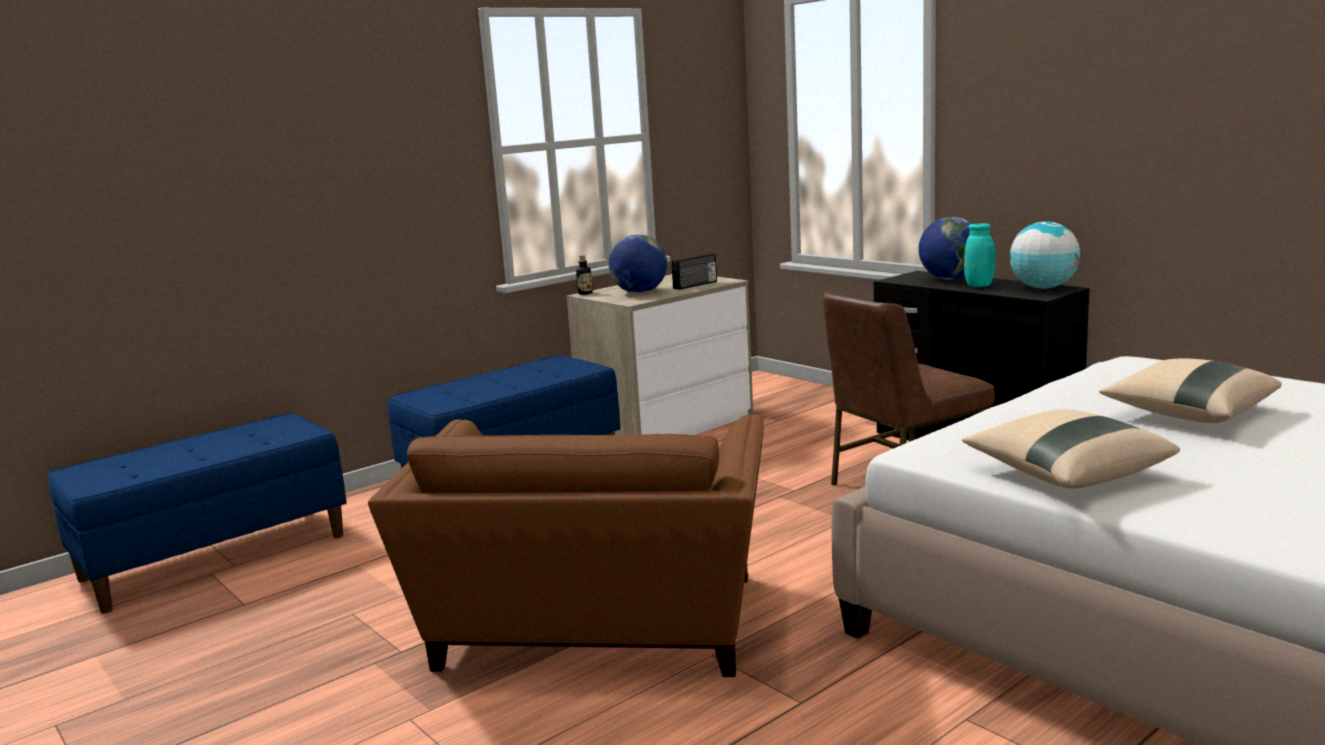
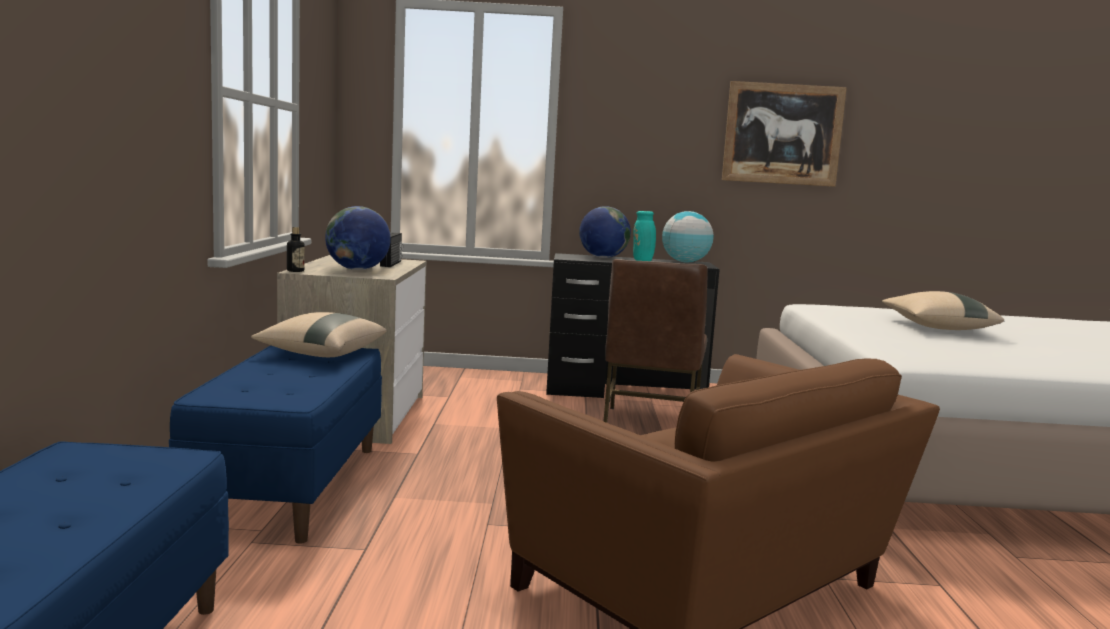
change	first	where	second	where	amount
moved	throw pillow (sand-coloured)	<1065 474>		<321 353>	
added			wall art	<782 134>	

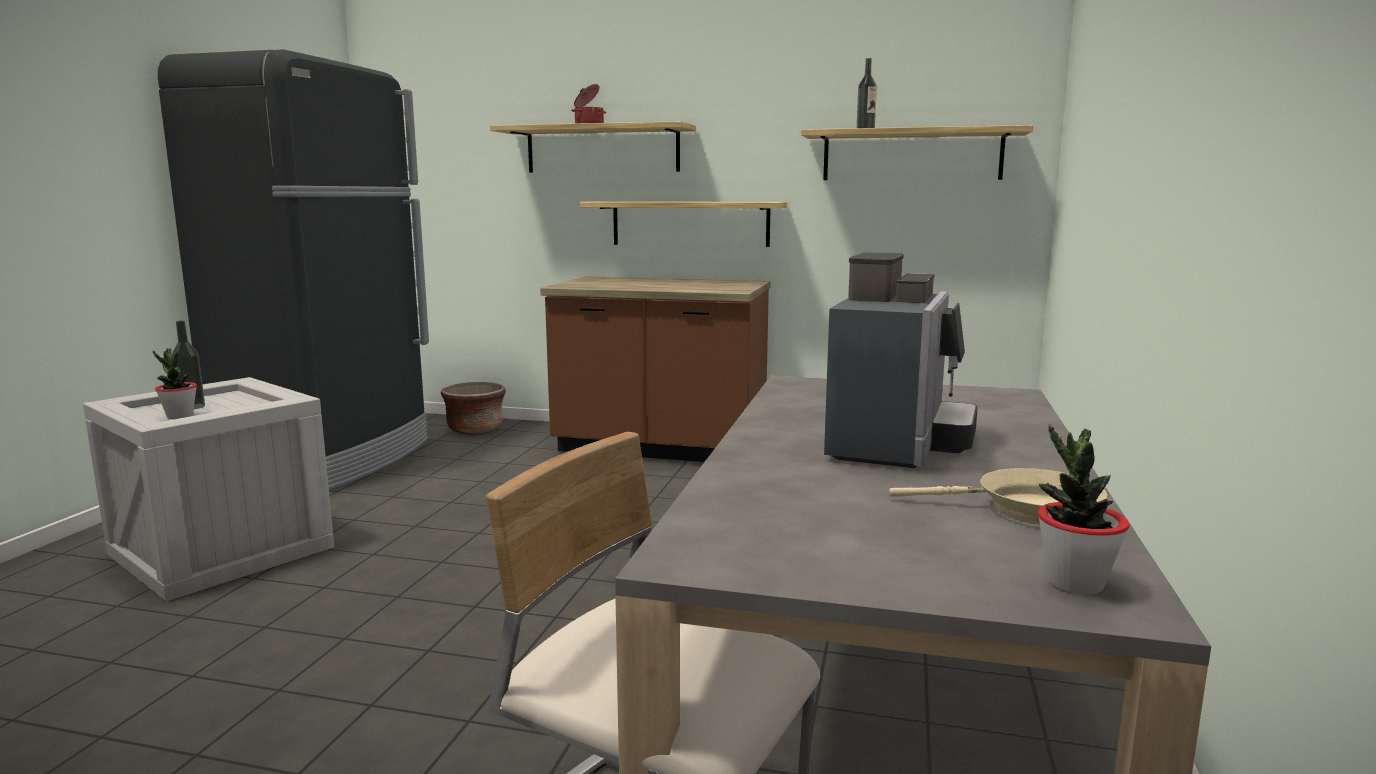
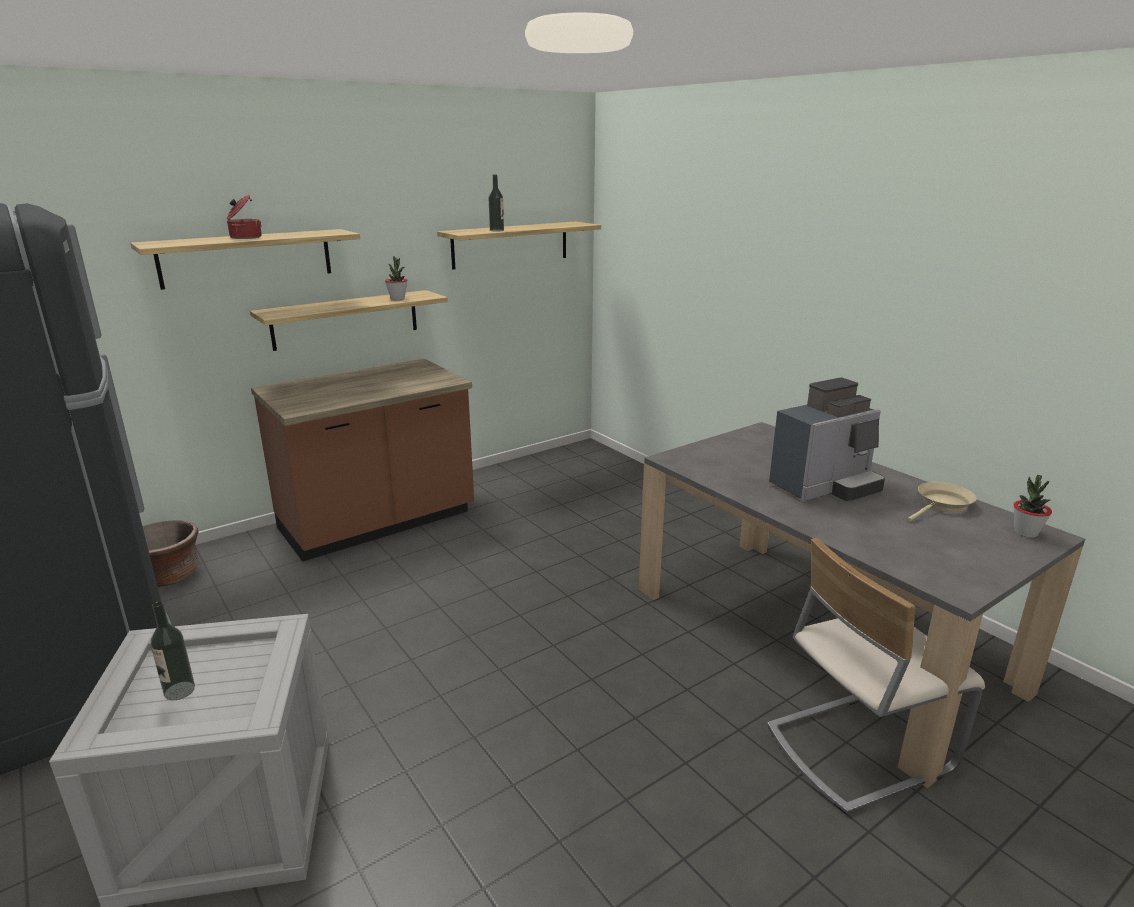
change	first	where	second	where	amount
turned	coffee maker	<897 443>		<825 487>	90 degrees clockwise
moved	houseplant	<180 416>		<397 299>	

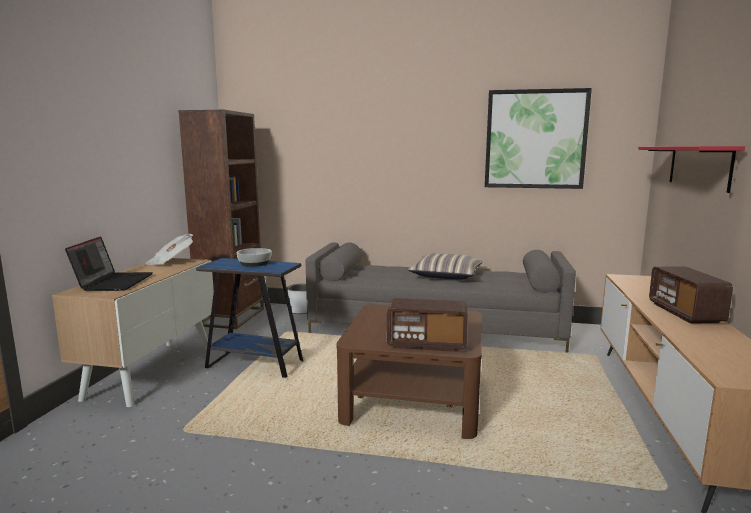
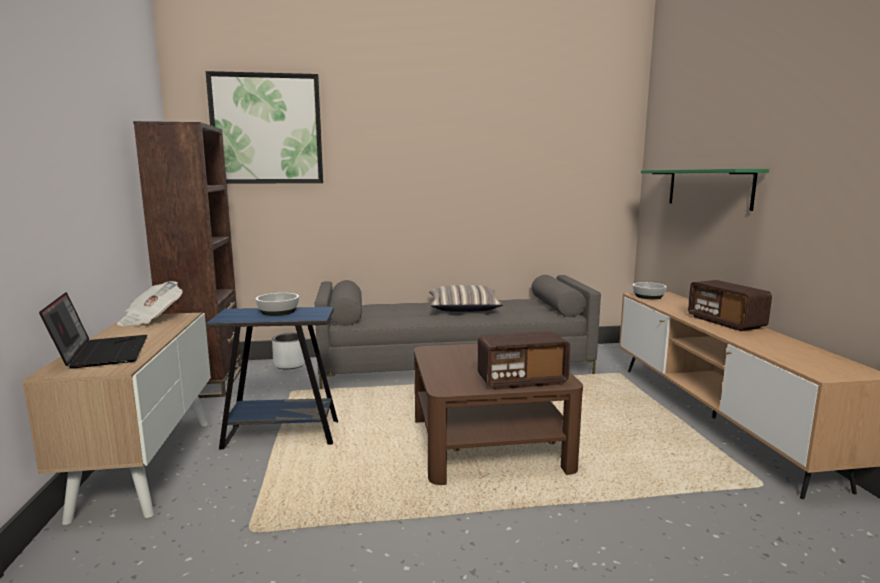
change	first	where	second	where	amount
moved	wall art	<535 139>		<267 129>	
recoloured	bracket shelf (red)	<698 166>	bracket shelf (green)	<708 188>	
added			bowl	<648 296>	

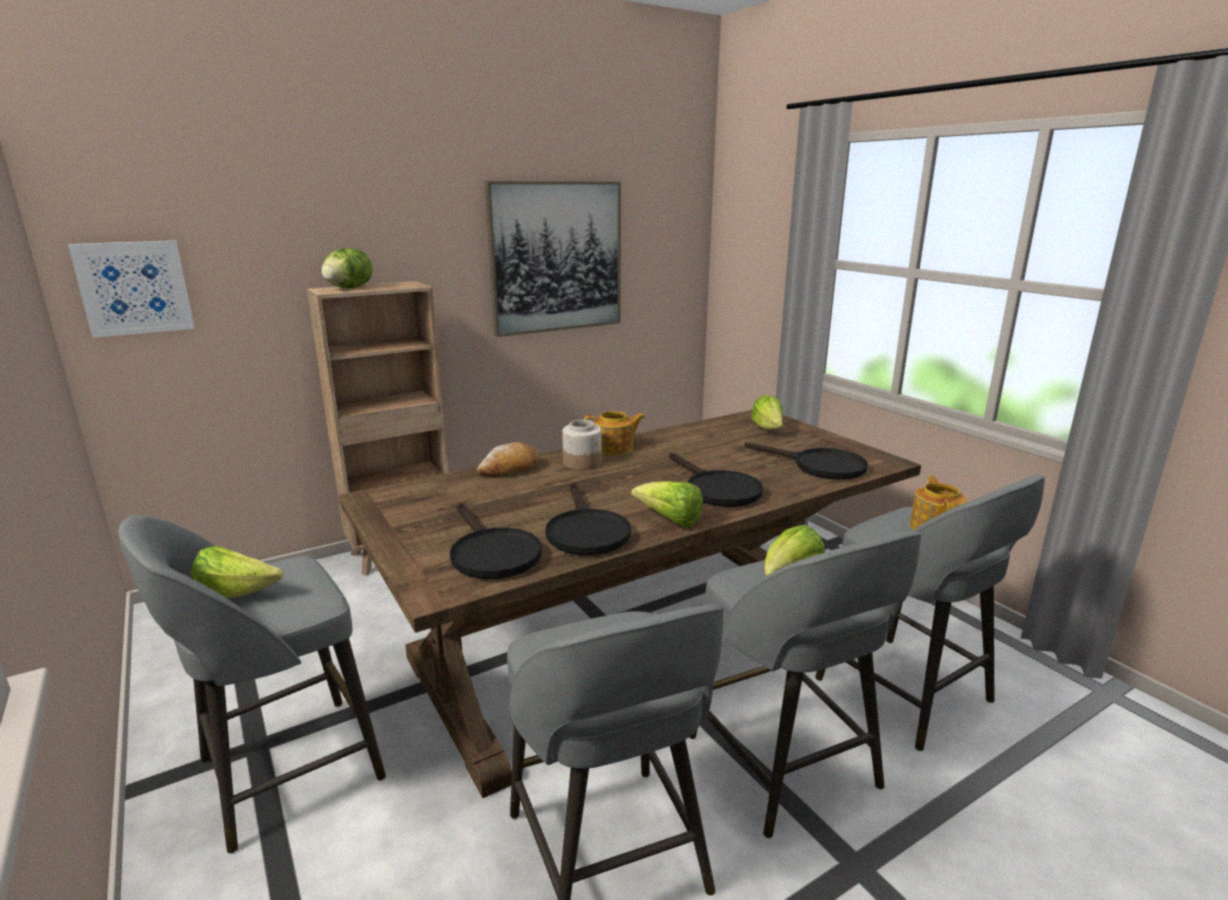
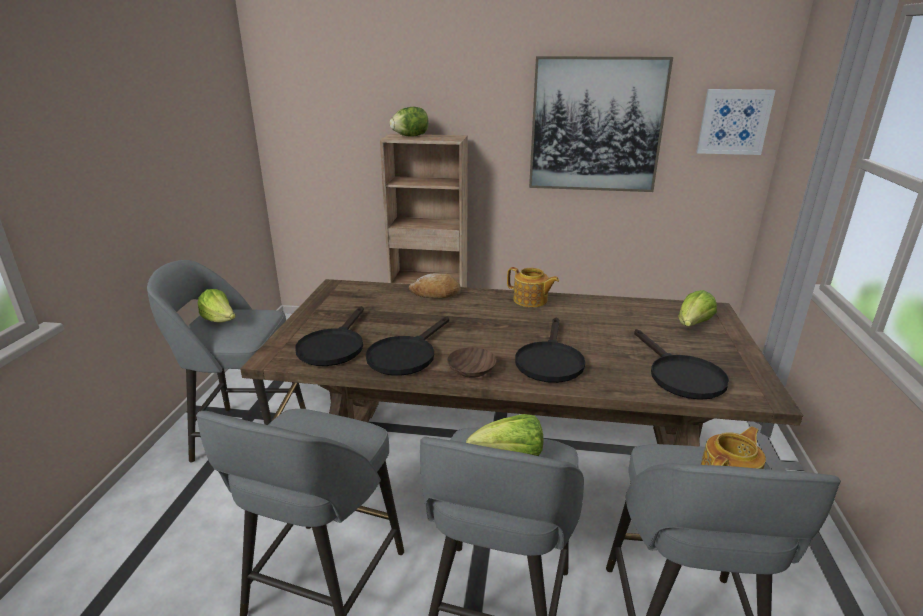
change	first	where	second	where	amount
moved	wall art	<134 288>		<733 122>	
removed	jar	<583 463>			
replaced	lettuce	<670 521>	bowl (brown)	<471 371>	

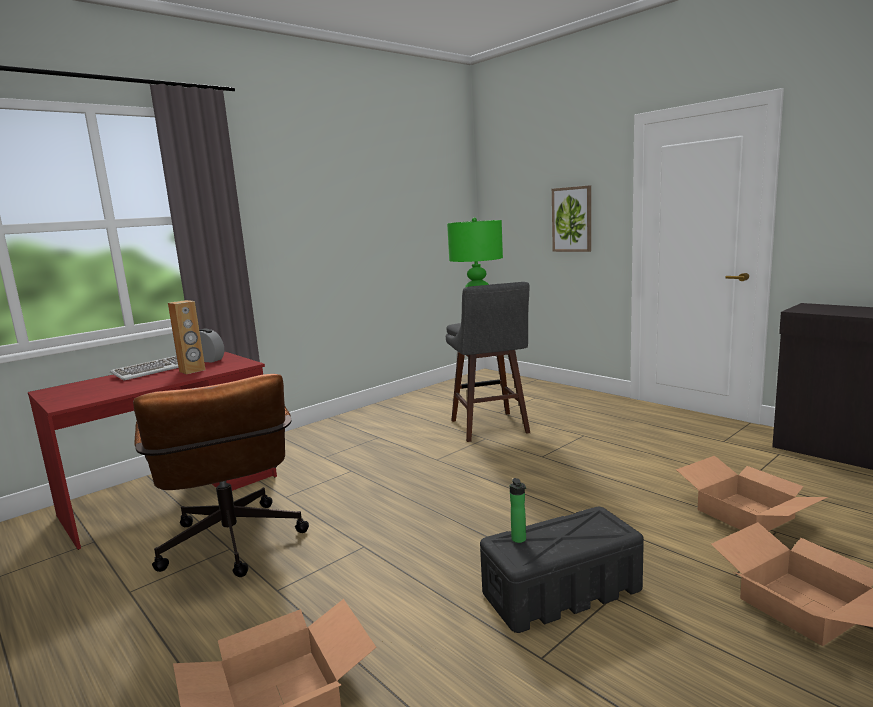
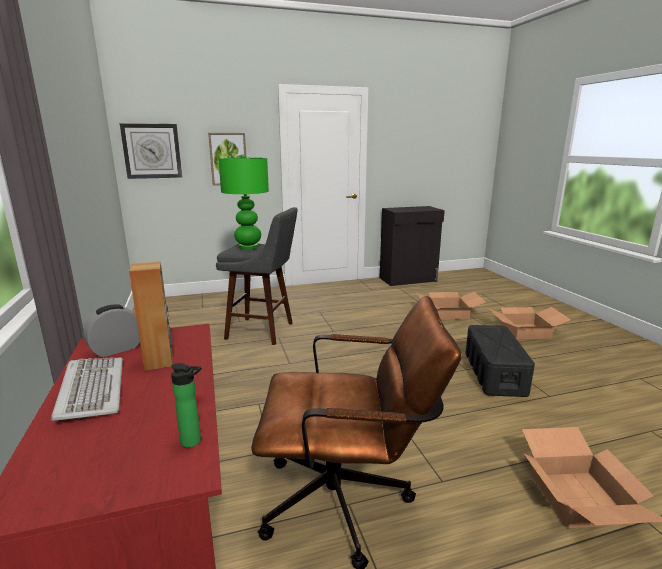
change	first	where	second	where	amount
moved	beverage bottle	<519 540>		<193 442>	
added			clock on the wall	<152 151>	

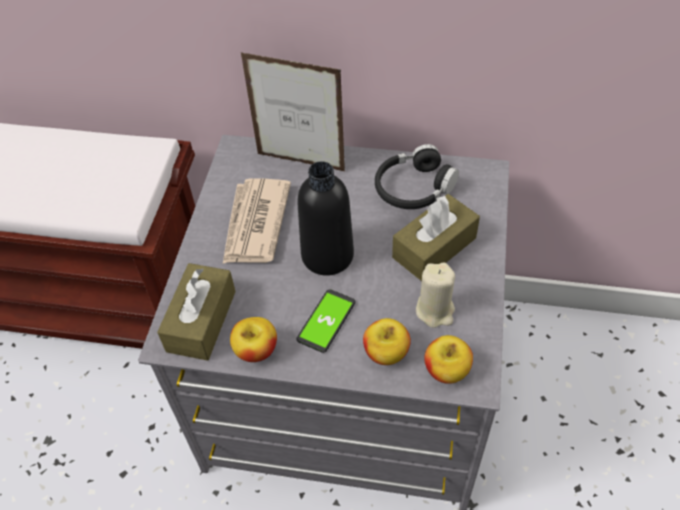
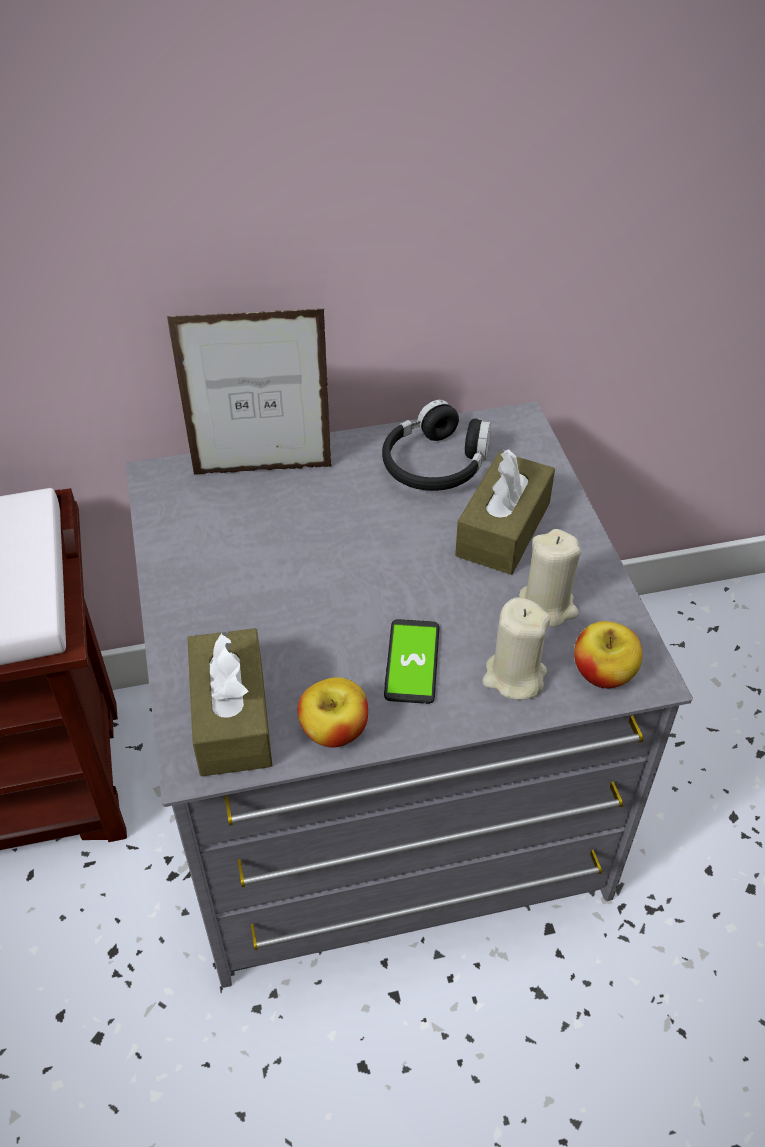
change	first	where	second	where	amount
removed	beverage bottle (black)	<327 255>			
removed	newspaper	<255 224>			
replaced	whole apple	<386 353>	candle (sand-coloured)	<514 677>	

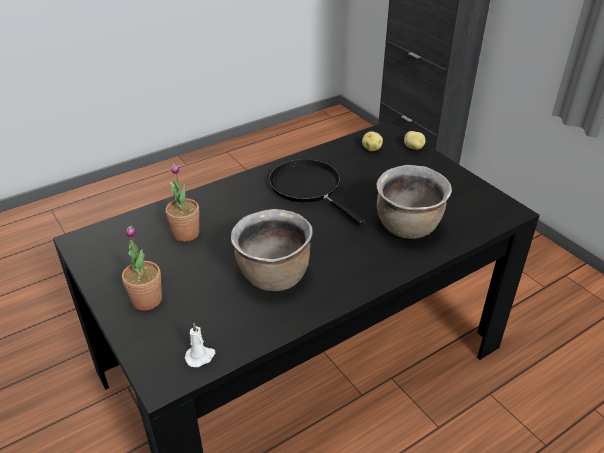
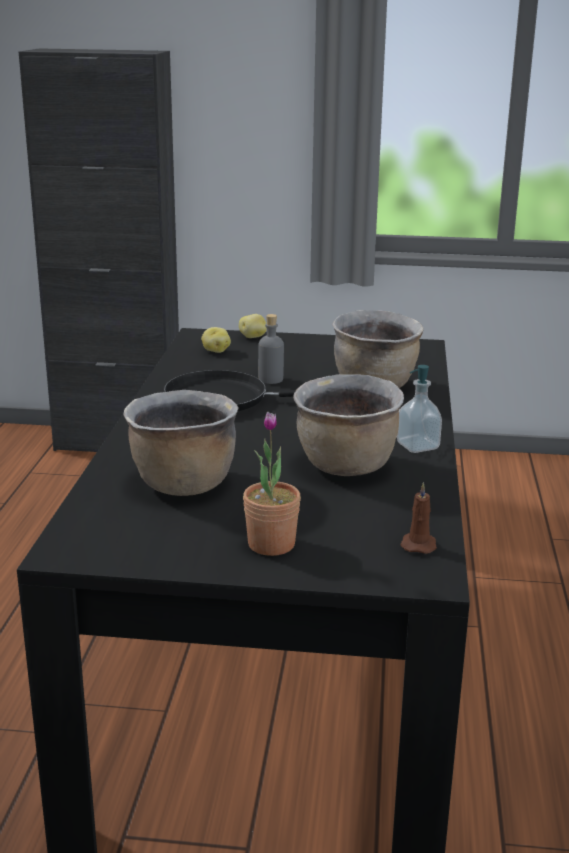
change	first	where	second	where	amount
replaced	houseplant	<186 233>	cooking pot (brown)	<182 484>	
recoloured	candle (white)	<200 356>	candle (brown)	<418 544>	
added			beverage bottle (gray)	<270 379>	
added			soap bottle	<417 446>	

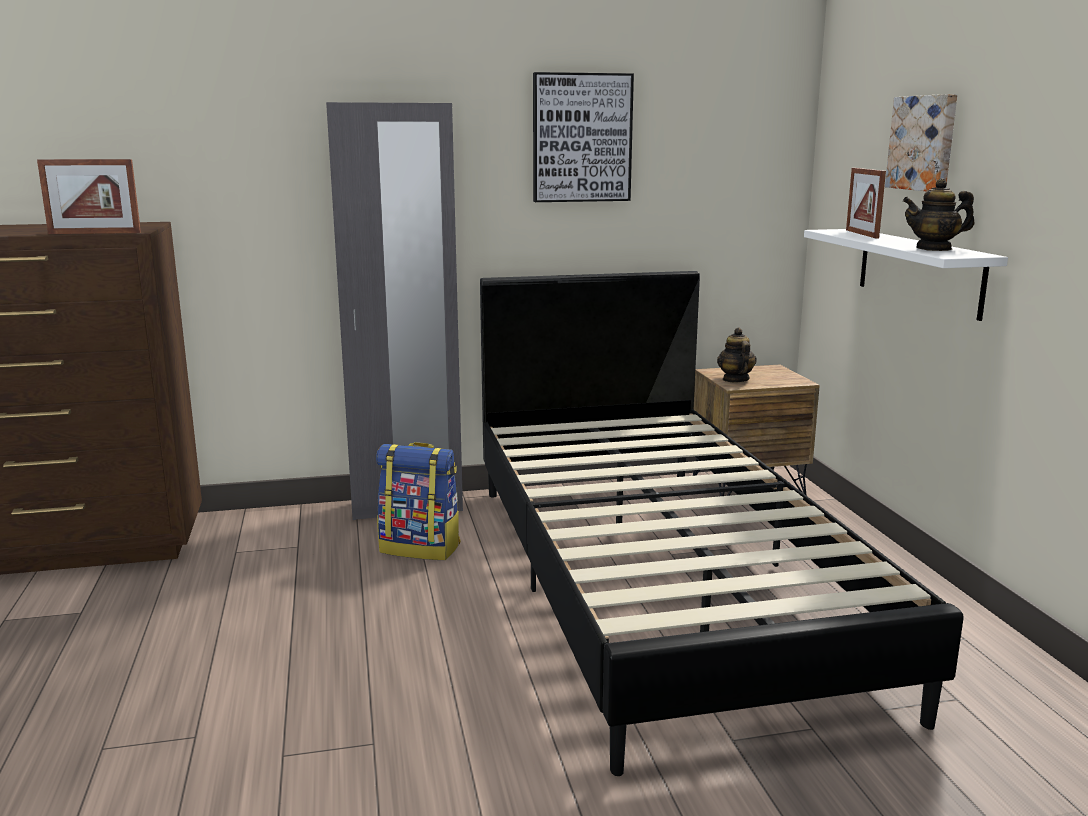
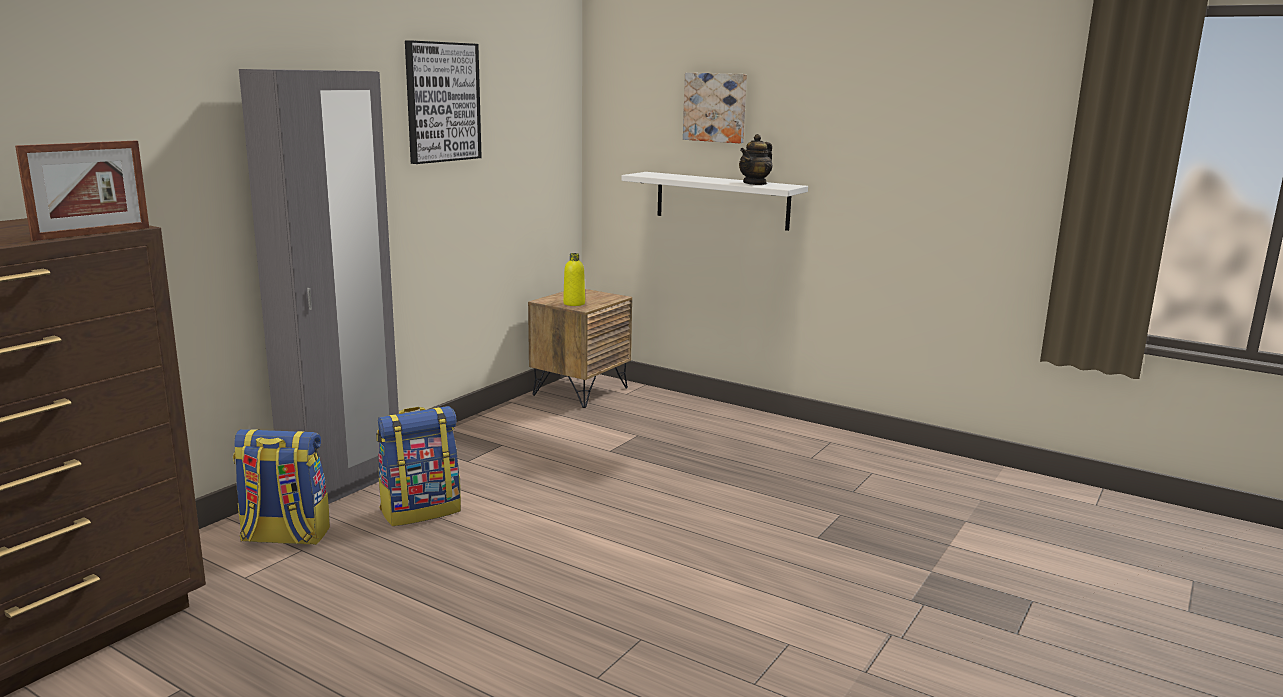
change	first	where	second	where	amount
removed	standing frame	<861 234>			
removed	bed (black)	<658 581>			
replaced	tea pot	<735 379>	beverage bottle (yellow)	<574 303>	
added			knapsack	<284 537>	

